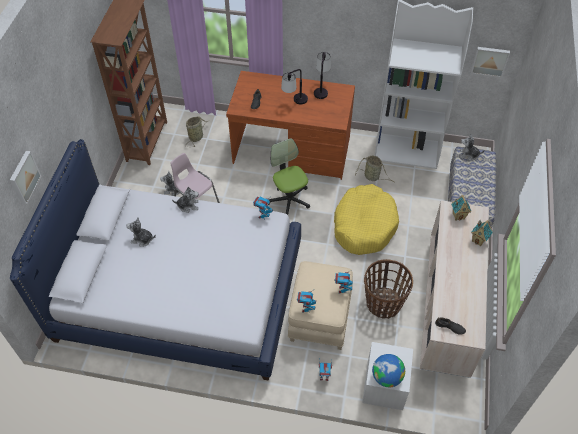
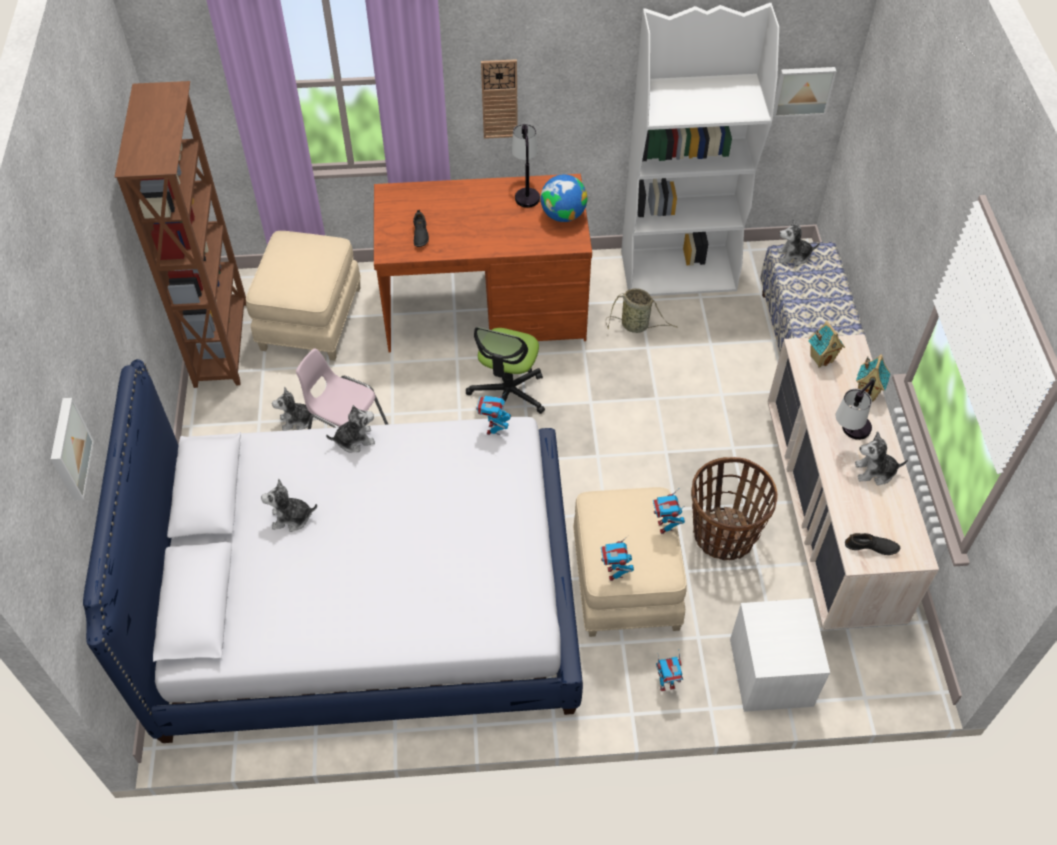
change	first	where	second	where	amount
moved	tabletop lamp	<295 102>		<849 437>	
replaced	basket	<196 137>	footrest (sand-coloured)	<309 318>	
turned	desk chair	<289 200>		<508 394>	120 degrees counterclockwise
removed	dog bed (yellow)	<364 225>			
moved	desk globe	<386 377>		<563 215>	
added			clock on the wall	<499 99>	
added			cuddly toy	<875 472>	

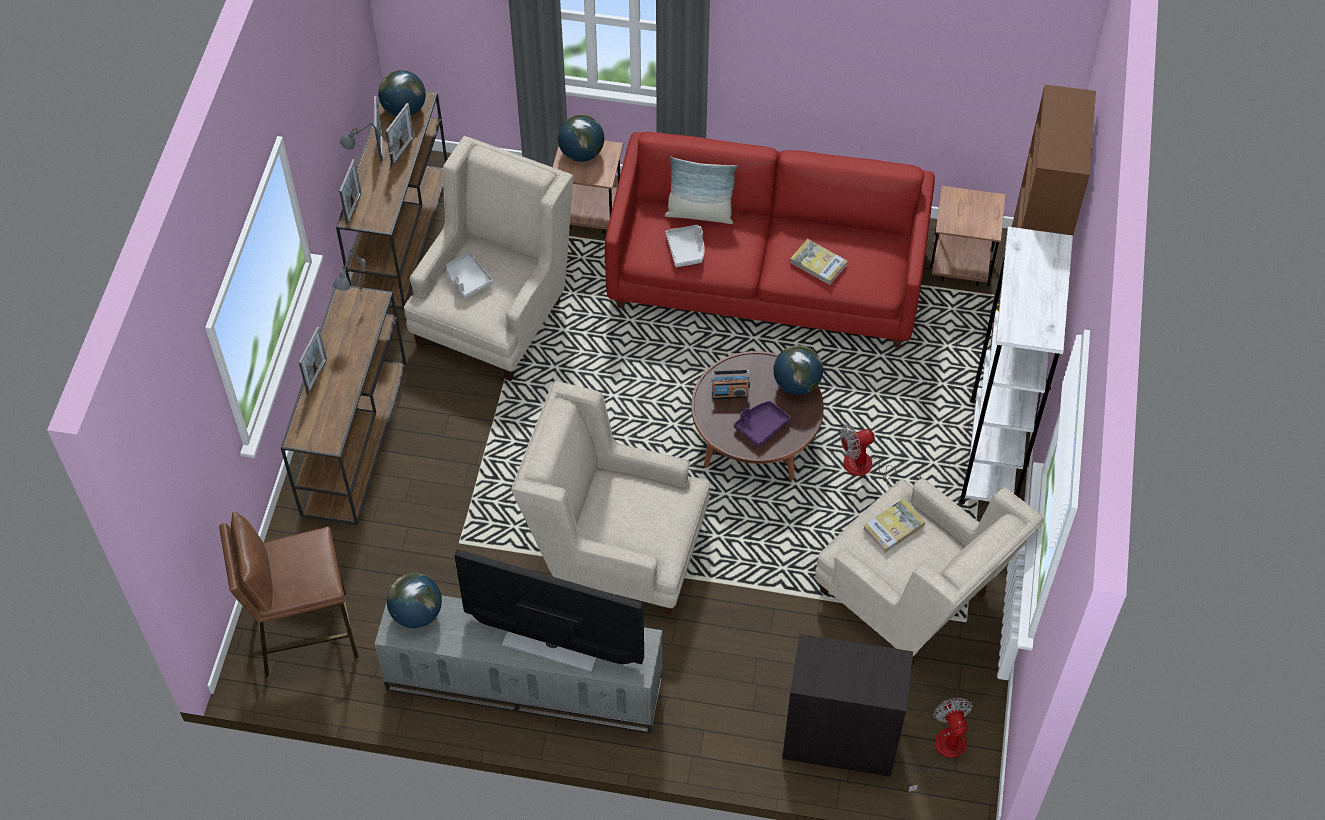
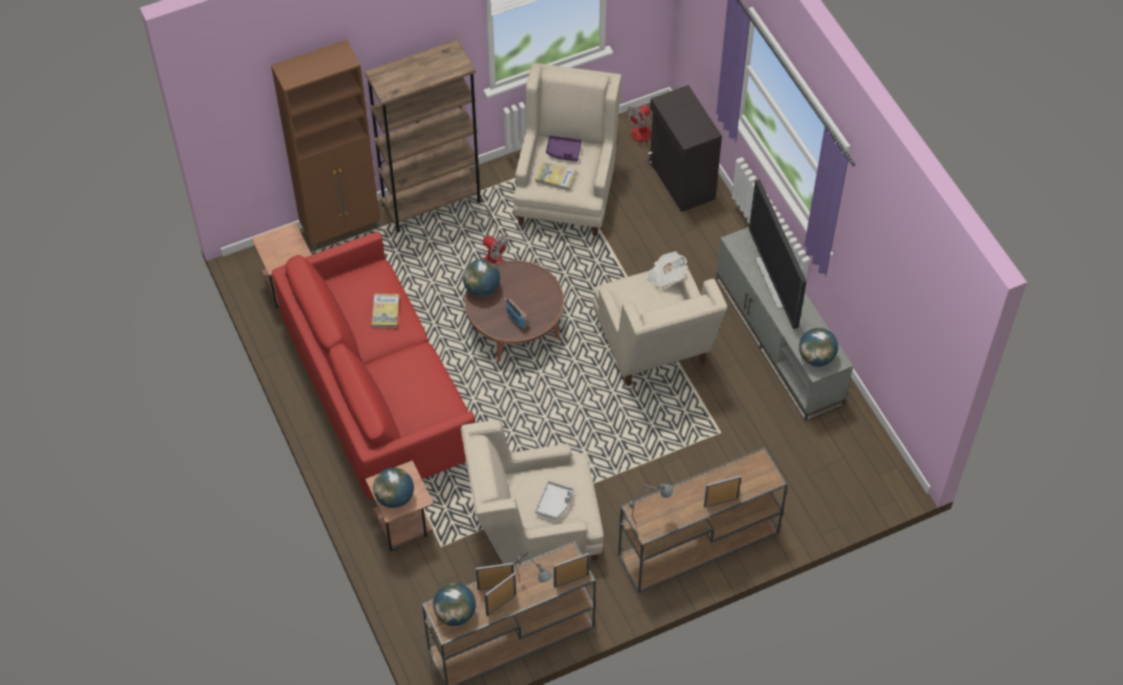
change	first	where	second	where	amount
removed	throw pillow	<700 213>			
removed	carrying tray (gray)	<686 250>			
recoloured	bookshelf (white)	<992 454>	bookshelf (brown)	<431 203>	
moved	carrying tray (purple)	<761 426>		<563 152>	
removed	sitting stool (brown)	<305 634>			
added			newspaper	<665 276>	

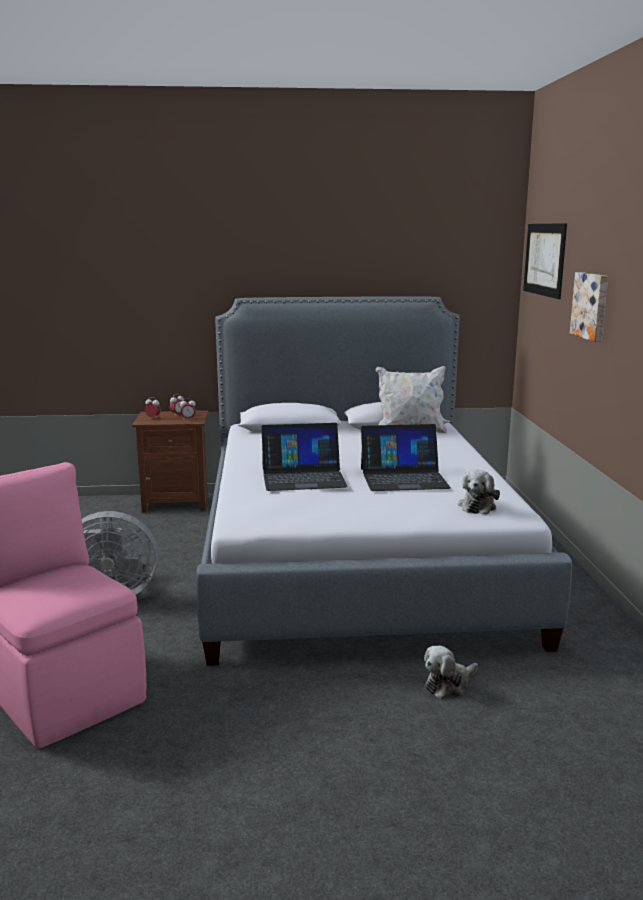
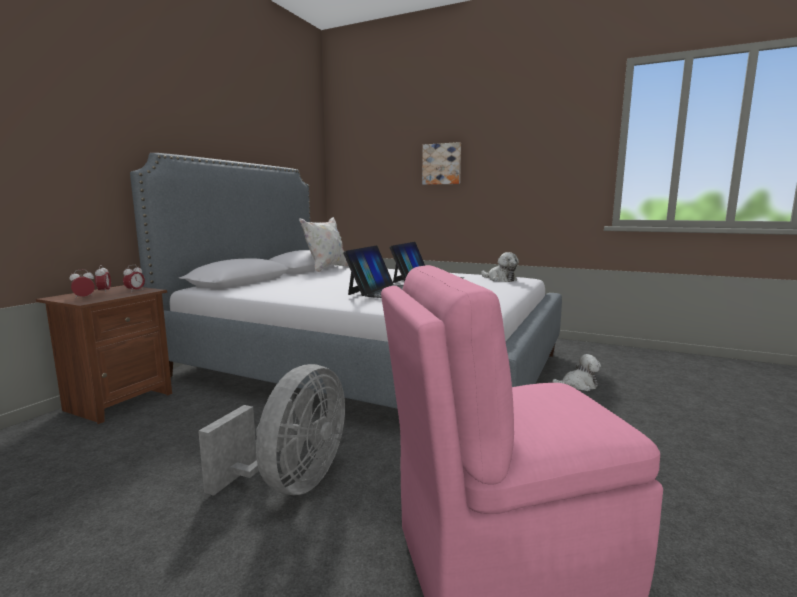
change	first	where	second	where	amount
removed	wall art	<544 259>			
turned	cuddly toy	<448 684>		<578 385>	90 degrees counterclockwise

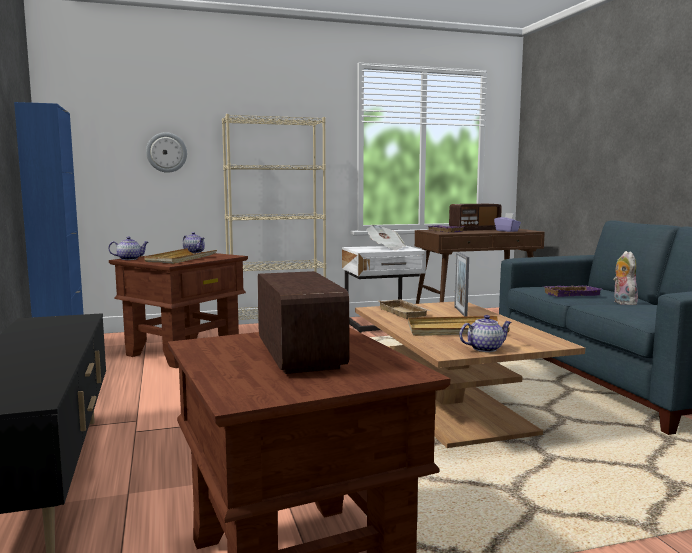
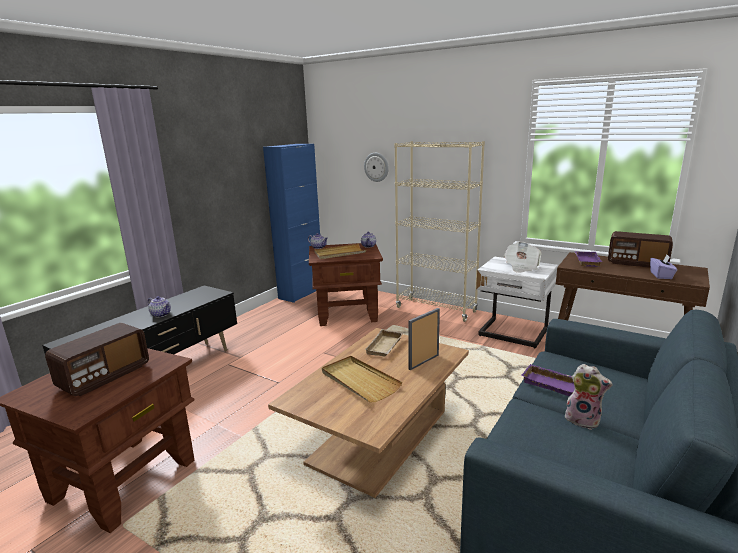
change	first	where	second	where	amount
turned	cuddly toy	<622 303>		<583 420>	75 degrees clockwise
moved	tea pot	<485 348>		<161 314>	

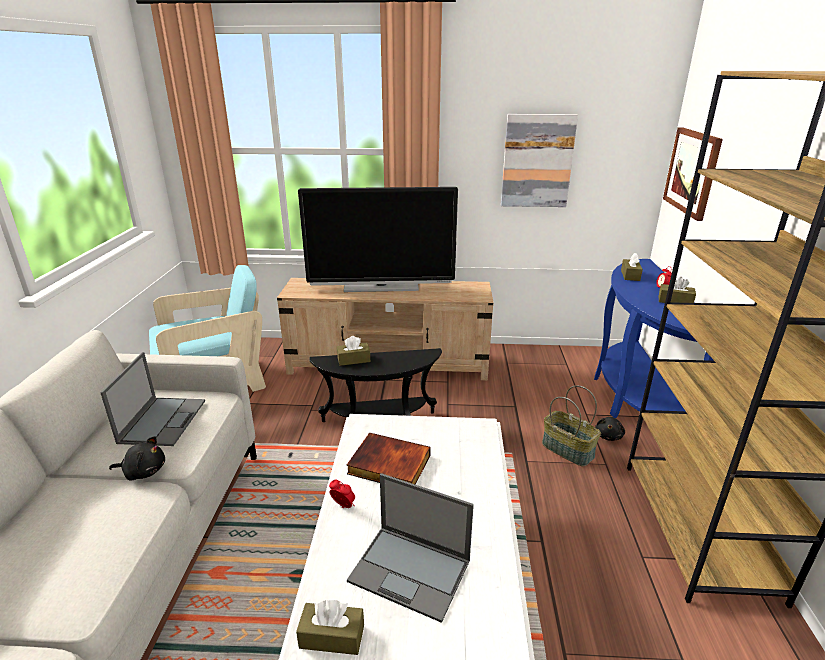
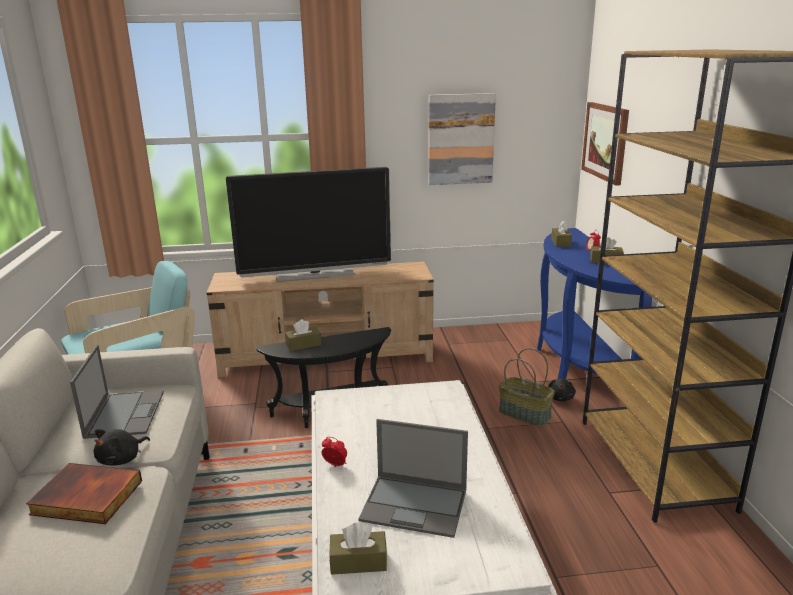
change	first	where	second	where	amount
moved	volume	<388 465>		<85 498>	
turned	cuddly toy (black)	<143 471>		<122 459>	135 degrees clockwise

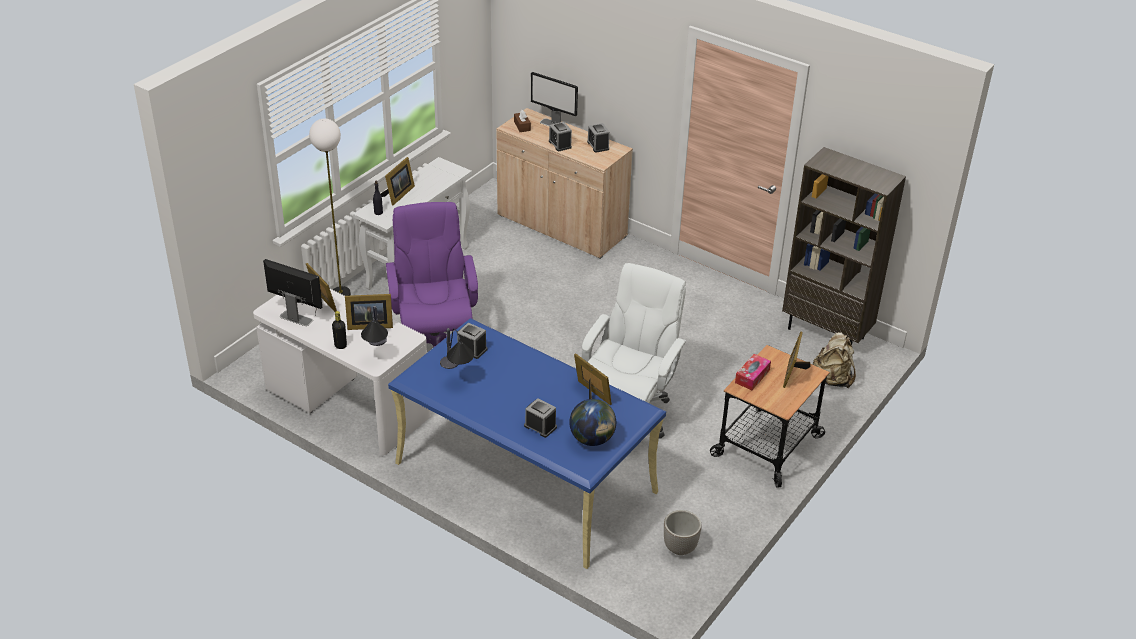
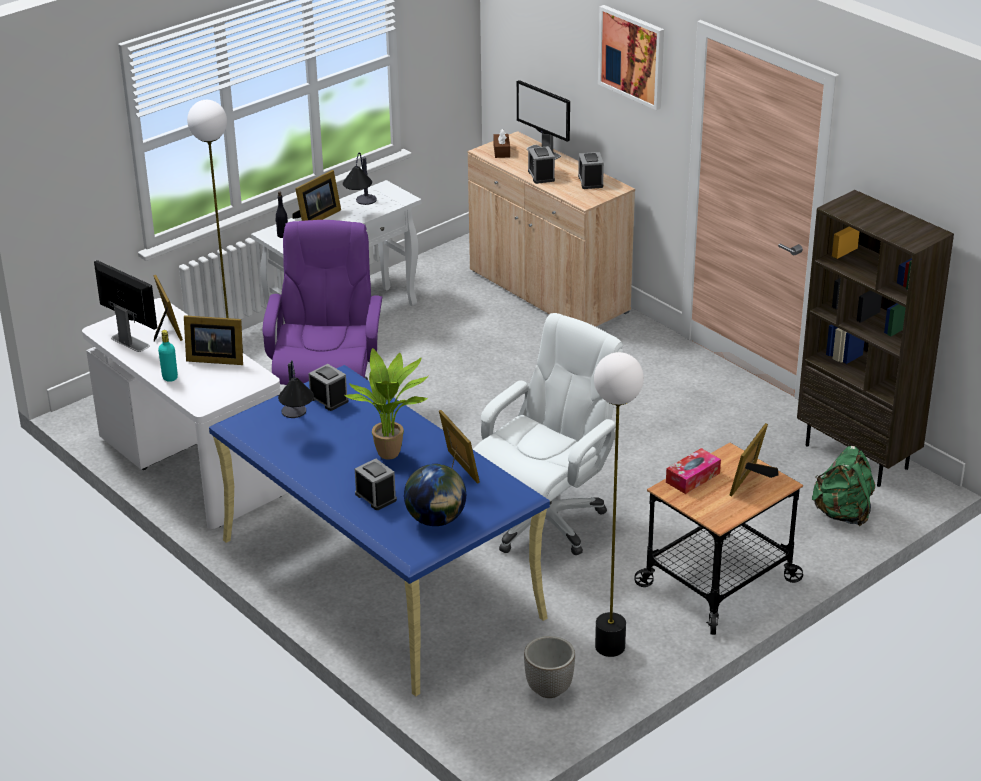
change	first	where	second	where	amount
moved	tabletop lamp	<377 352>		<362 210>	
recoloured	beverage bottle (black)	<340 345>	beverage bottle (turquoise)	<170 377>	
recoloured	knapsack (sand-coloured)	<832 379>	knapsack (green)	<842 513>	
added			wall art	<632 56>	
added			houseplant	<392 455>	
added			standing lamp	<609 647>	

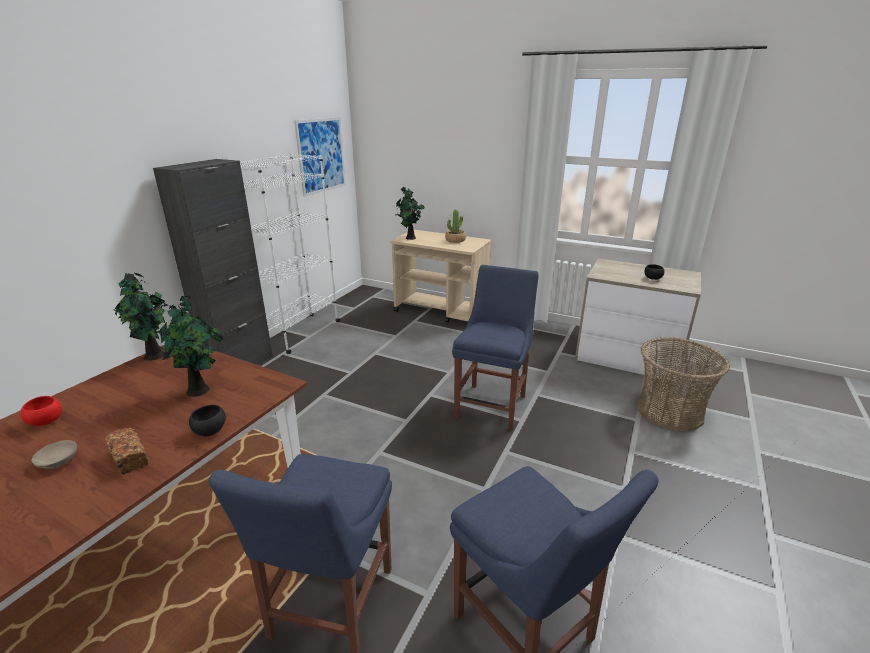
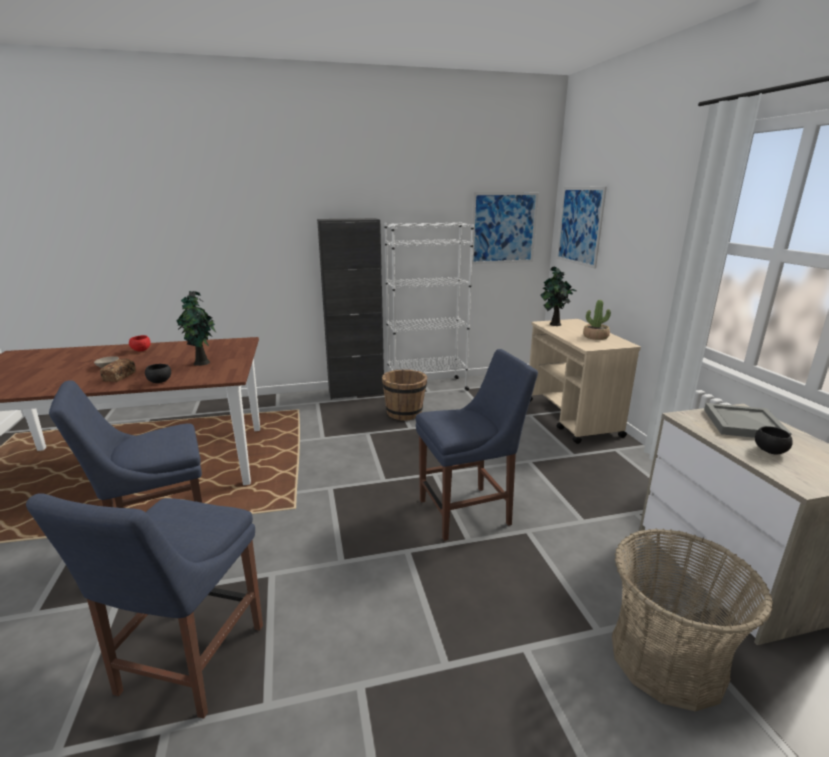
change	first	where	second	where	amount
removed	houseplant	<155 356>			
added			wall art	<580 226>	
added			pail (brown)	<404 413>	
added			carrying tray (gray)	<743 424>	

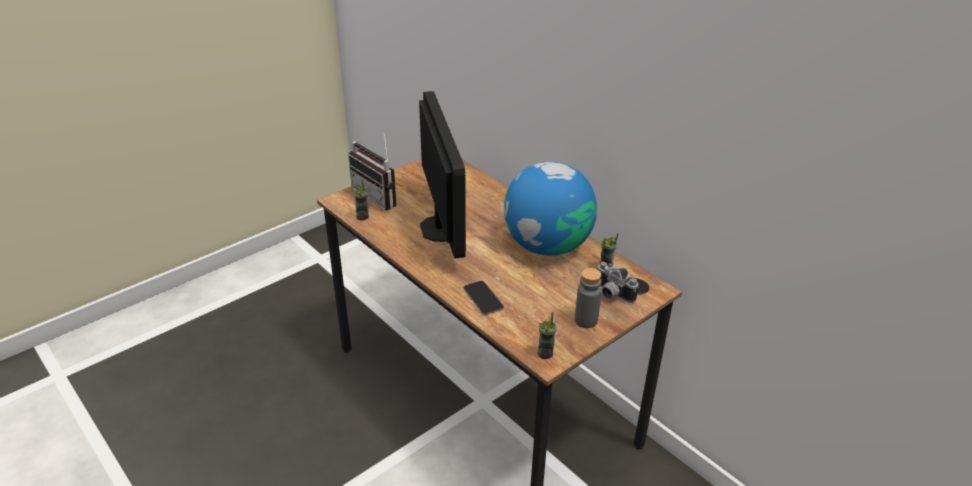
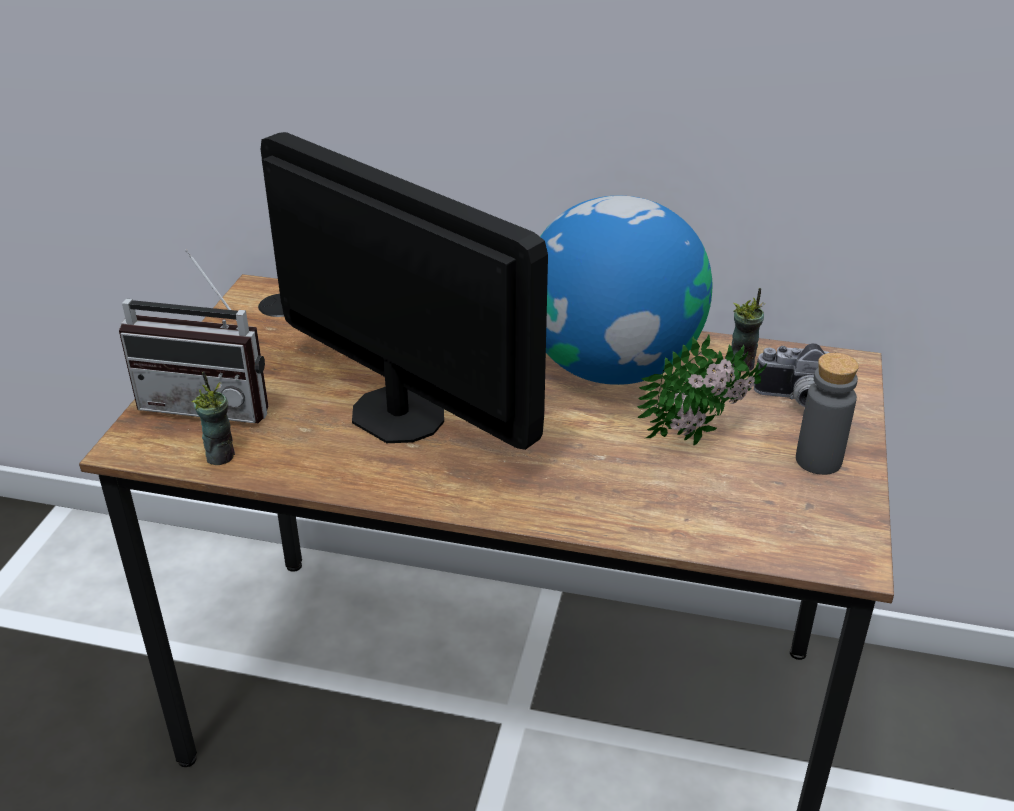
change	first	where	second	where	amount
removed	telephone	<483 298>			
removed	small cup	<545 354>			
added			houseplant	<702 436>	

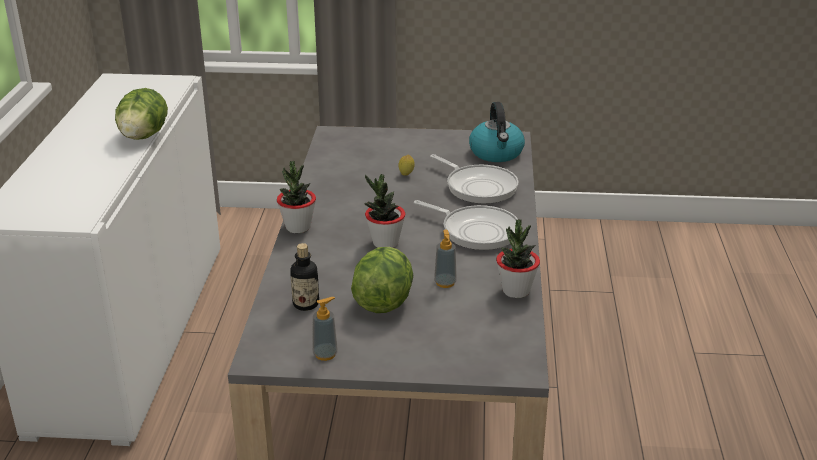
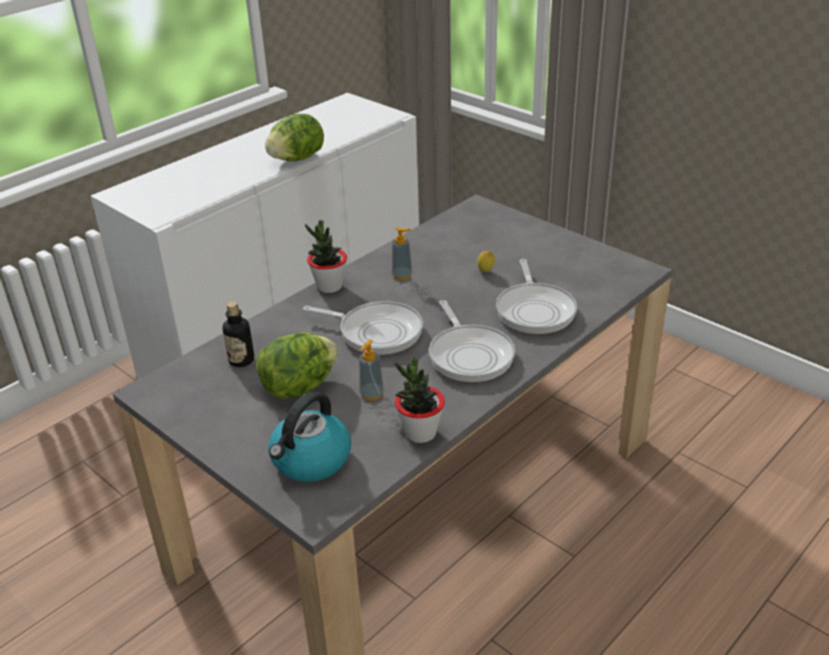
change	first	where	second	where	amount
moved	water kettle	<496 153>		<310 460>	
replaced	houseplant	<385 243>	frying pan	<376 332>	
moved	soap bottle	<325 354>		<402 275>	

